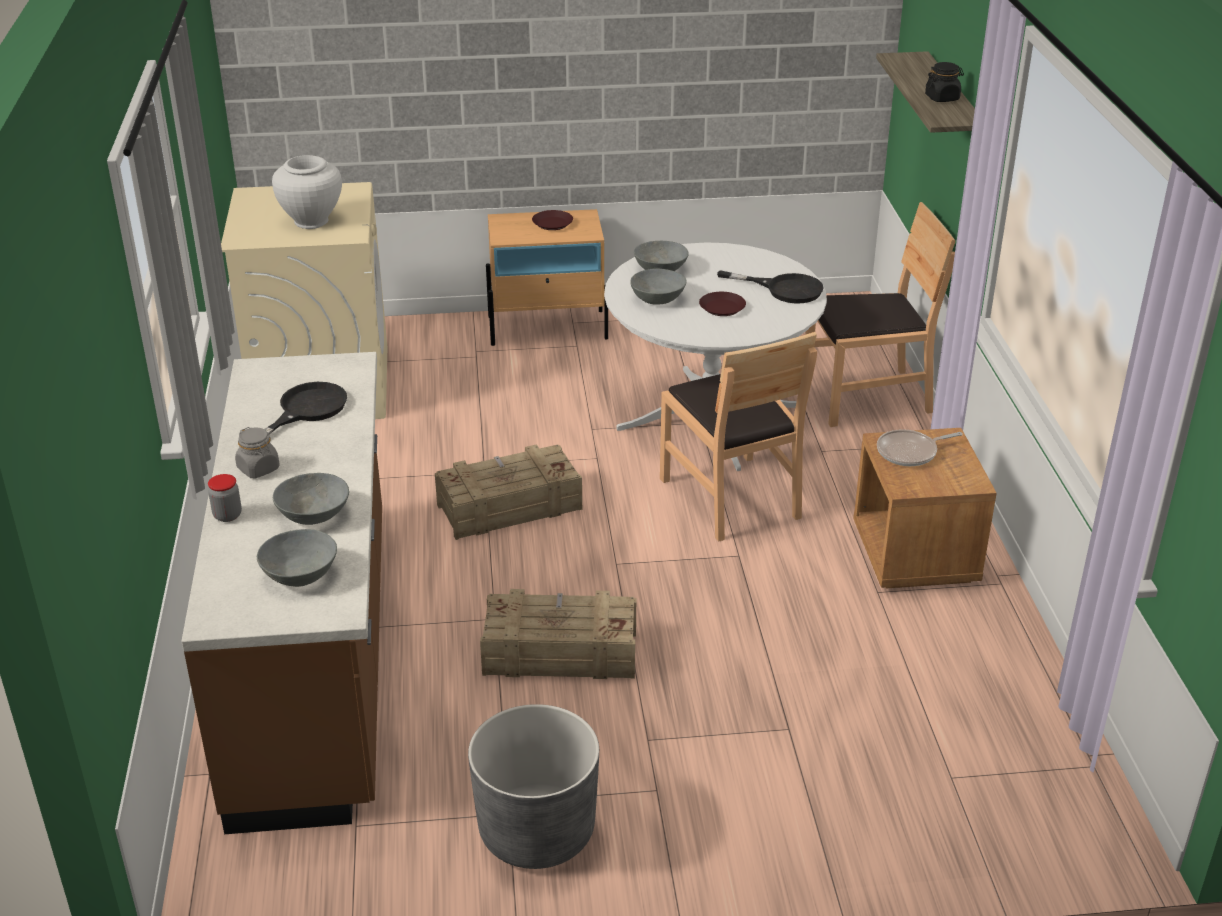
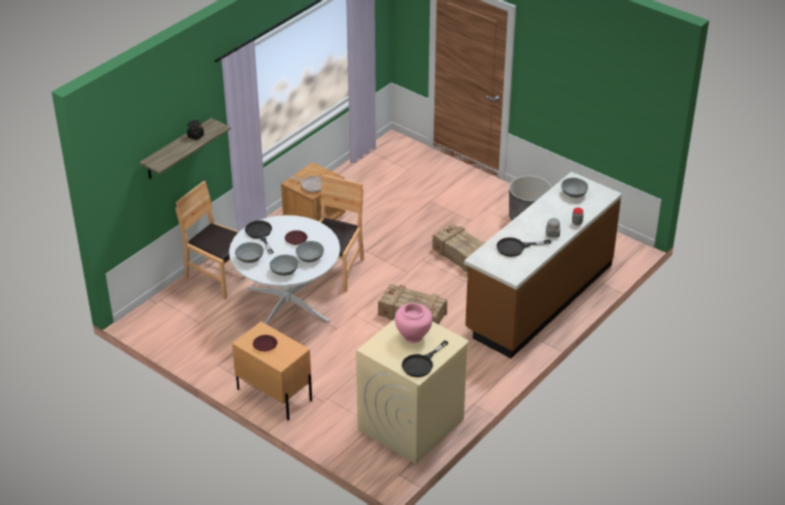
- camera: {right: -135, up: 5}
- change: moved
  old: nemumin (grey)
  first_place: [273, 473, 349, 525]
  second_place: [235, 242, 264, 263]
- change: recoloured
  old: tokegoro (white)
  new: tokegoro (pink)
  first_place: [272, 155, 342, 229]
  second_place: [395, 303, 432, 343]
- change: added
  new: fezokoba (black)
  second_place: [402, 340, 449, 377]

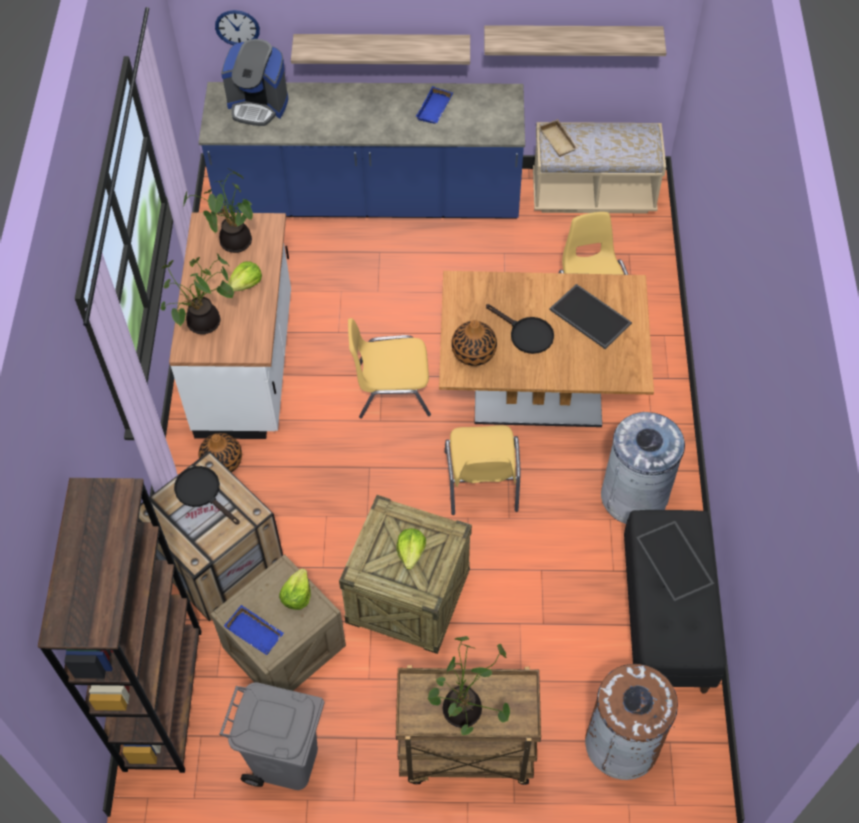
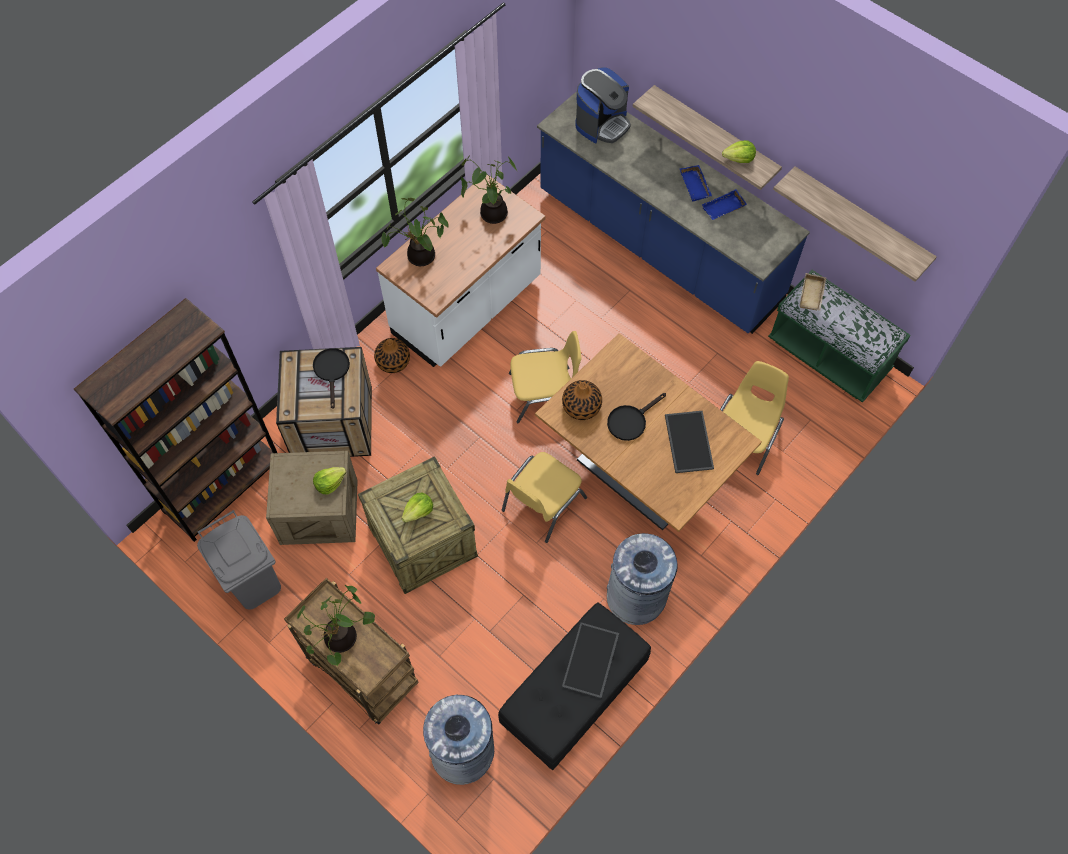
- camera: {right: 40, up: 5}
- change: recoloured
  old: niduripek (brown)
  new: niduripek (grey)
  first_place: [585, 664, 678, 780]
  second_place: [423, 695, 494, 785]
- change: turned
  old: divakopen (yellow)
  first_place: [348, 318, 431, 419]
  second_place: [509, 331, 582, 424]
  degrees: 135
- change: turned
  old: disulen
  first_place: [221, 39, 288, 126]
  second_place: [576, 67, 631, 143]
  degrees: -105
- change: turned
  old: fezokoba (black)
  first_place: [486, 304, 554, 354]
  second_place: [607, 393, 666, 441]
  degrees: 60
- change: moved
  old: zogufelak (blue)
  first_place: [224, 605, 284, 655]
  second_place: [680, 165, 712, 202]
- change: moved
  old: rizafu
  first_place: [228, 261, 262, 291]
  second_place: [722, 140, 756, 163]
- change: recoloured
  old: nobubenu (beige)
  new: nobubenu (green)
  first_place: [533, 122, 666, 213]
  second_place: [768, 270, 911, 403]
- change: removed
  old: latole
  first_place: [215, 10, 260, 45]

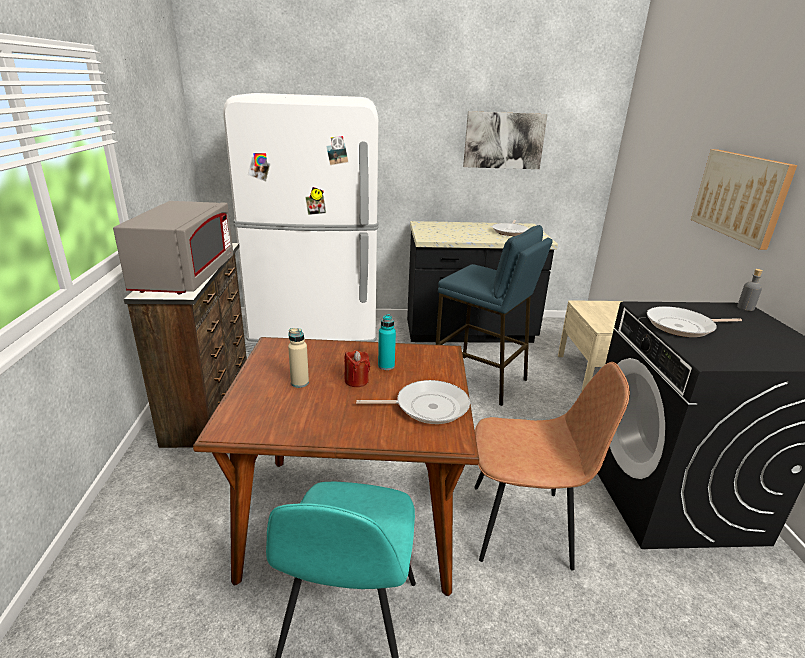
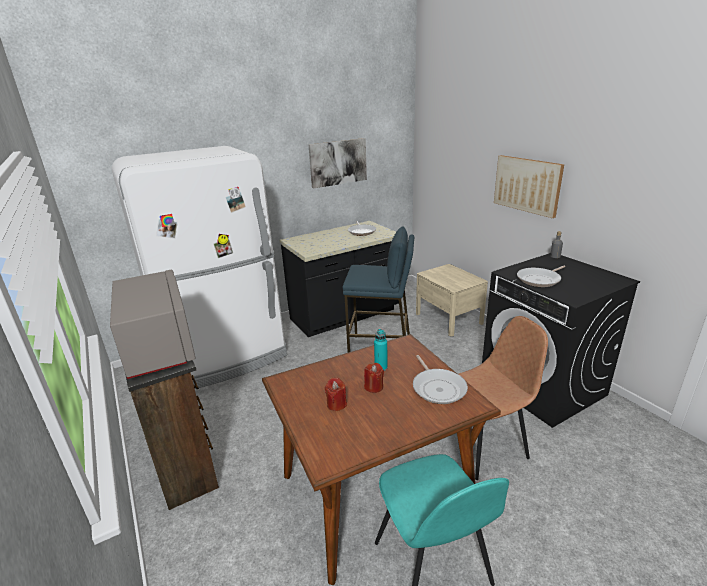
- camera: {right: -25, up: 0}
- change: replaced
  old: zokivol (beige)
  new: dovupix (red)
  first_place: [288, 328, 309, 388]
  second_place: [325, 378, 347, 411]
- change: turned
  old: fezokoba
  first_place: [356, 380, 470, 424]
  second_place: [413, 355, 468, 404]
  degrees: 105

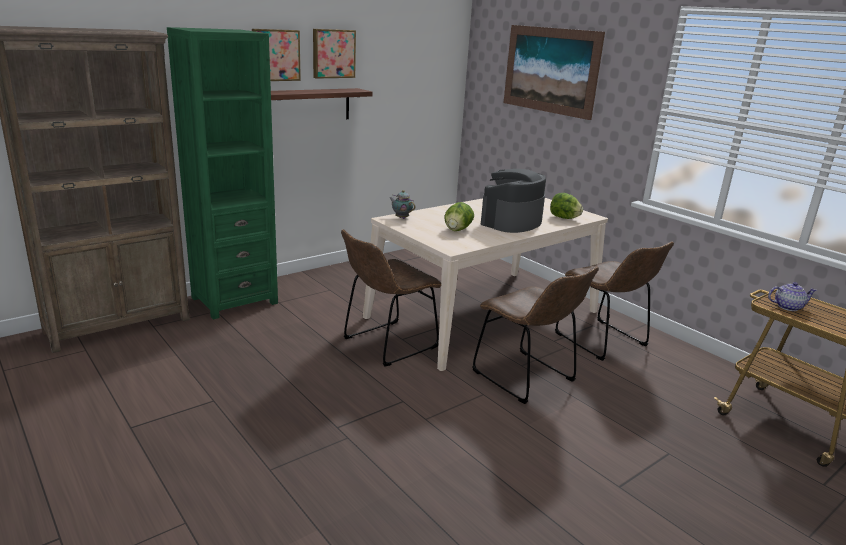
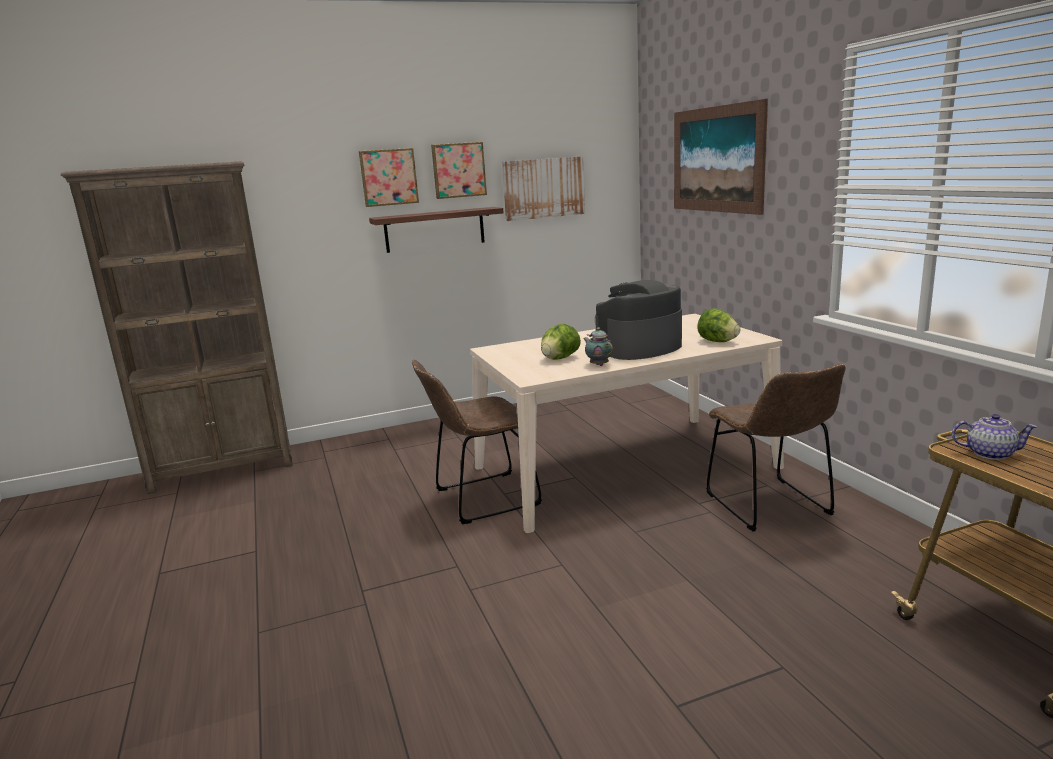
- camera: {right: 20, up: -5}
- change: added
  new: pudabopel
  second_place: [502, 156, 585, 221]
- change: moved
  old: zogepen
  first_place: [390, 190, 415, 219]
  second_place: [583, 327, 613, 366]
- change: removed
  old: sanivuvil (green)
  first_place: [167, 27, 278, 319]
- change: removed
  old: divakopen (brown)
  first_place: [472, 266, 599, 404]

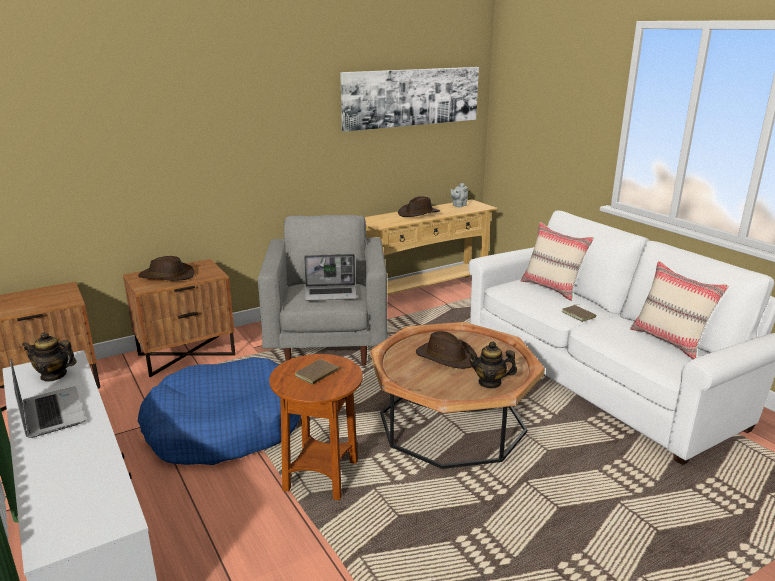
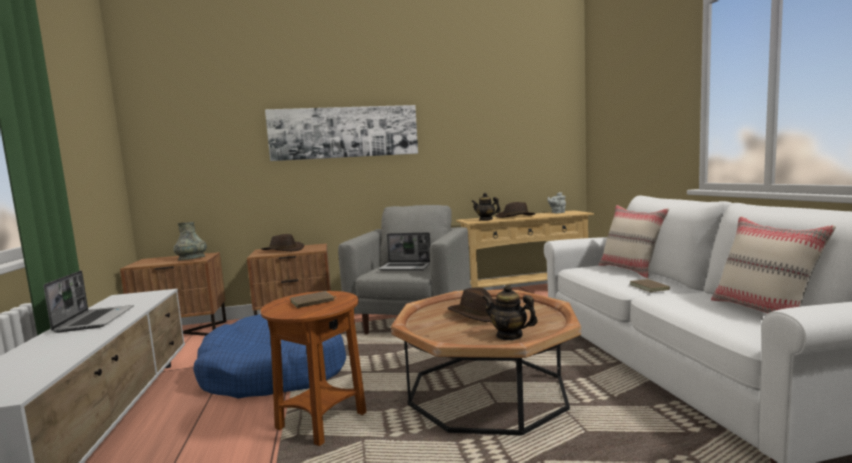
- camera: {right: 20, up: -15}
- change: added
  new: tokegoro (grey)
  second_place: [173, 222, 207, 261]
- change: moved
  old: pudabopel
  first_place: [340, 67, 479, 132]
  second_place: [265, 105, 418, 161]
- change: moved
  old: zogepen
  first_place: [22, 332, 77, 381]
  second_place: [471, 193, 501, 221]

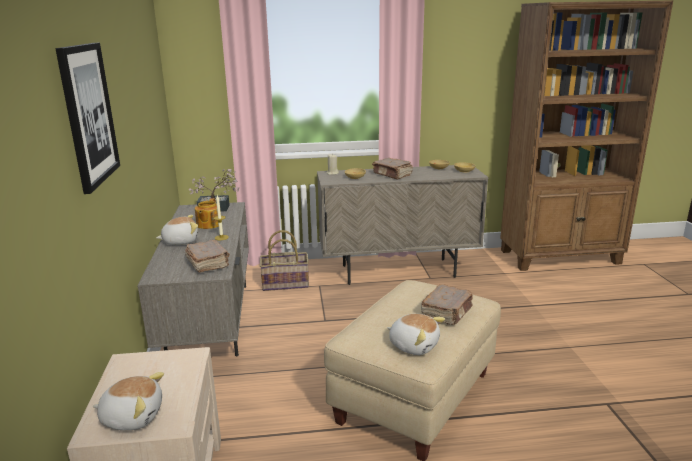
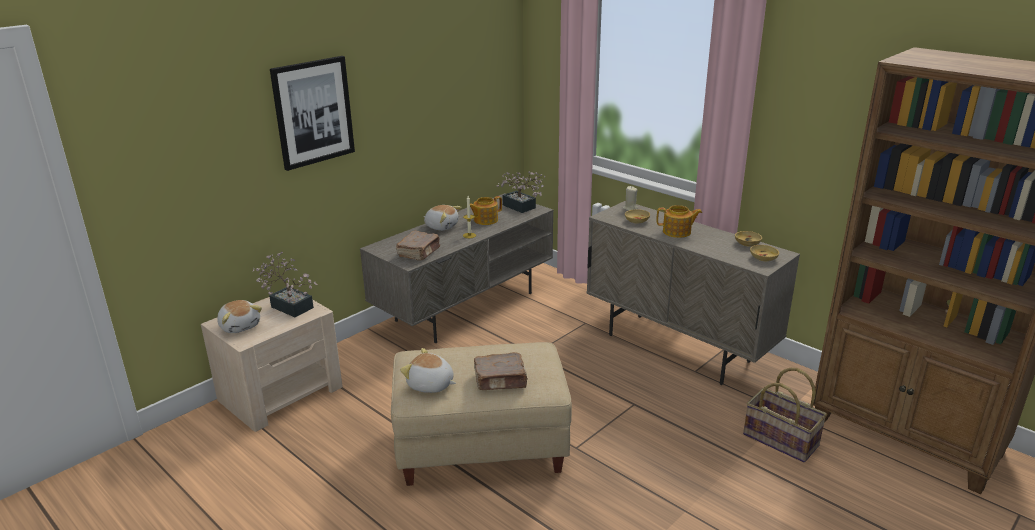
- camera: {right: 50, up: 5}
- change: added
  new: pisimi
  second_place: [253, 252, 318, 317]
- change: turned
  old: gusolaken
  first_place: [387, 314, 445, 355]
  second_place: [400, 348, 456, 393]
  degrees: 120
- change: replaced
  old: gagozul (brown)
  new: zogepen
  first_place: [372, 158, 413, 180]
  second_place: [657, 205, 702, 238]
- change: moved
  old: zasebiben
  first_place: [260, 230, 309, 291]
  second_place: [743, 368, 827, 462]

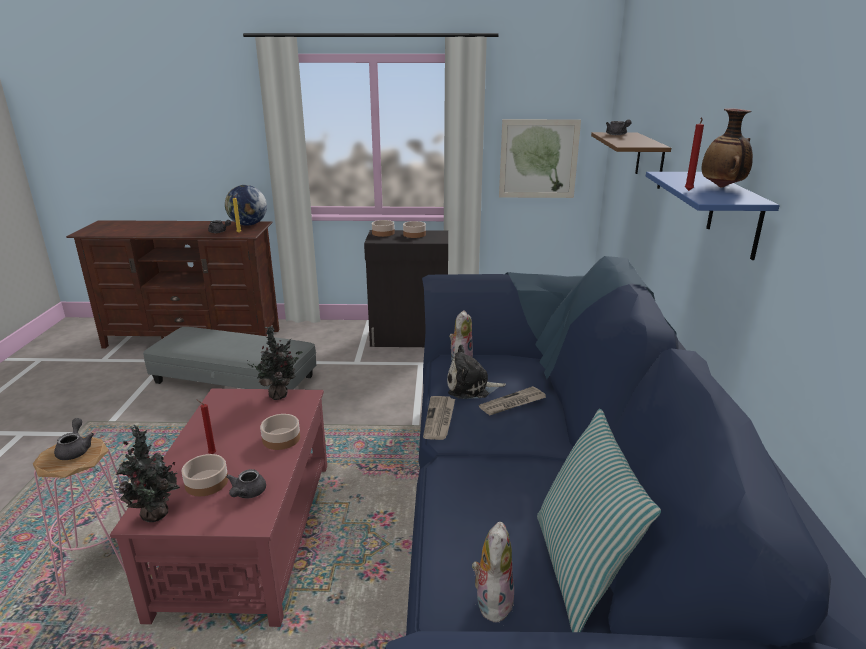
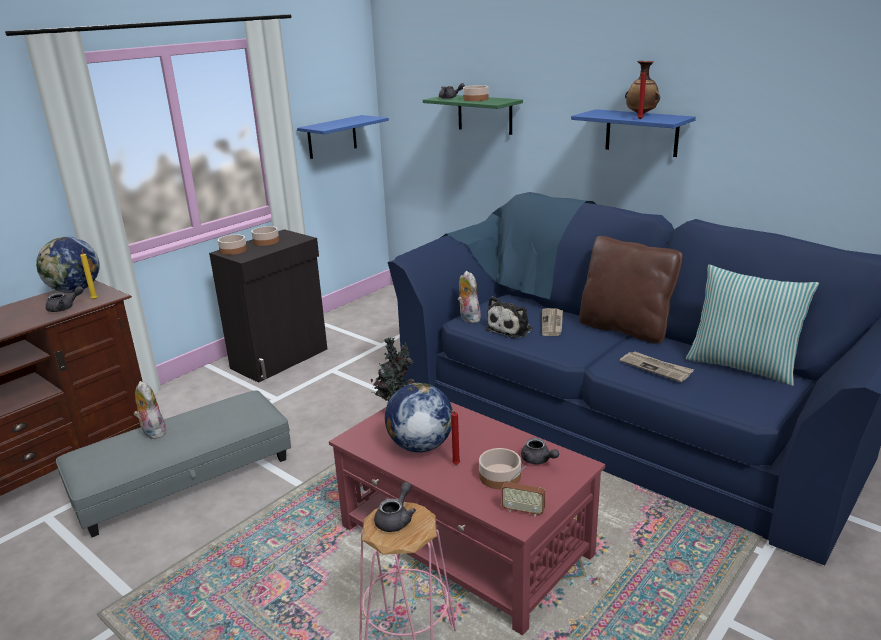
- camera: {right: -50, up: 0}
- change: moved
  old: gusolaken
  first_place: [472, 522, 514, 622]
  second_place: [134, 381, 166, 439]
- change: replaced
  old: pudabopel
  new: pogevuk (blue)
  first_place: [499, 119, 581, 198]
  second_place: [297, 115, 389, 159]
- change: turned
  old: zogepen (grey)
  first_place: [54, 418, 94, 460]
  second_place: [374, 482, 416, 532]
  degrees: 90
- change: added
  new: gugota
  second_place: [385, 383, 453, 452]
- change: recoloured
  old: pogevuk (brown)
  new: pogevuk (green)
  first_place: [591, 132, 671, 189]
  second_place: [423, 95, 523, 135]
- change: moved
  old: nemumin
  first_place: [260, 414, 300, 450]
  second_place: [463, 85, 488, 101]
- change: replaced
  old: pisimi
  new: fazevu
  first_place: [116, 424, 180, 522]
  second_place: [501, 465, 545, 516]
- change: added
  new: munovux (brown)
  second_place: [579, 236, 683, 344]
- change: moved
  old: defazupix
  first_place: [423, 396, 455, 440]
  second_place: [620, 352, 694, 382]

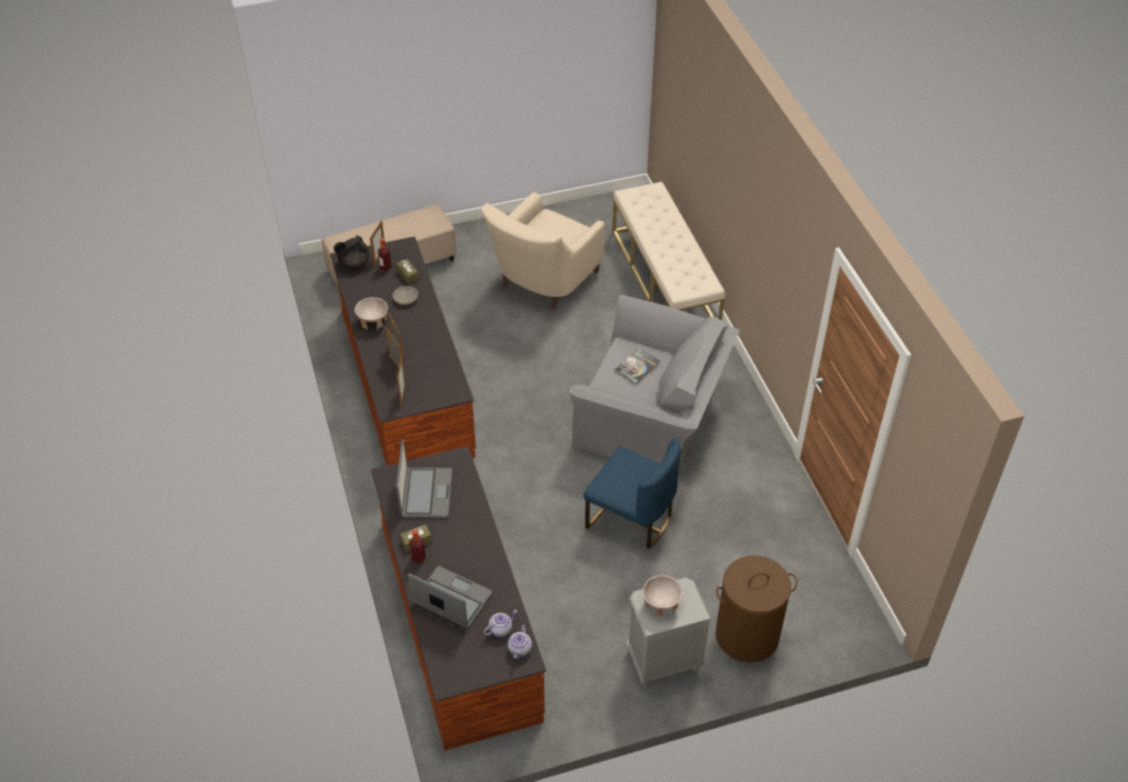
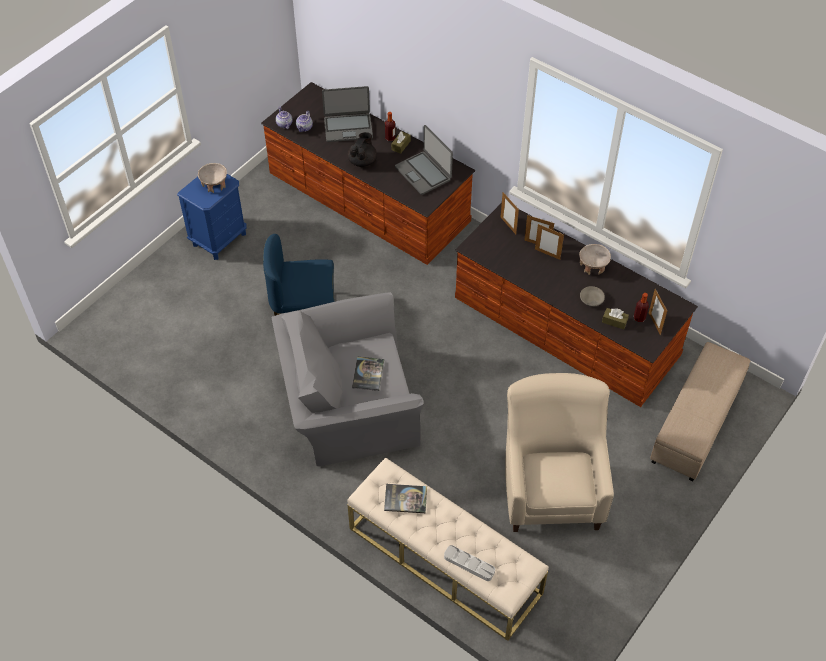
- camera: {right: 145, up: 5}
- change: recoloured
  old: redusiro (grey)
  new: redusiro (blue)
  first_place: [626, 577, 712, 687]
  second_place: [177, 174, 247, 260]
- change: moved
  old: zogepen (black)
  first_place: [333, 235, 369, 269]
  second_place: [348, 132, 377, 167]
- change: added
  new: gagozul
  second_place: [384, 484, 427, 513]
- change: added
  new: zogufelak (grey)
  second_place: [444, 545, 495, 581]
- change: removed
  old: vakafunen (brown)
  first_place: [715, 555, 797, 663]

